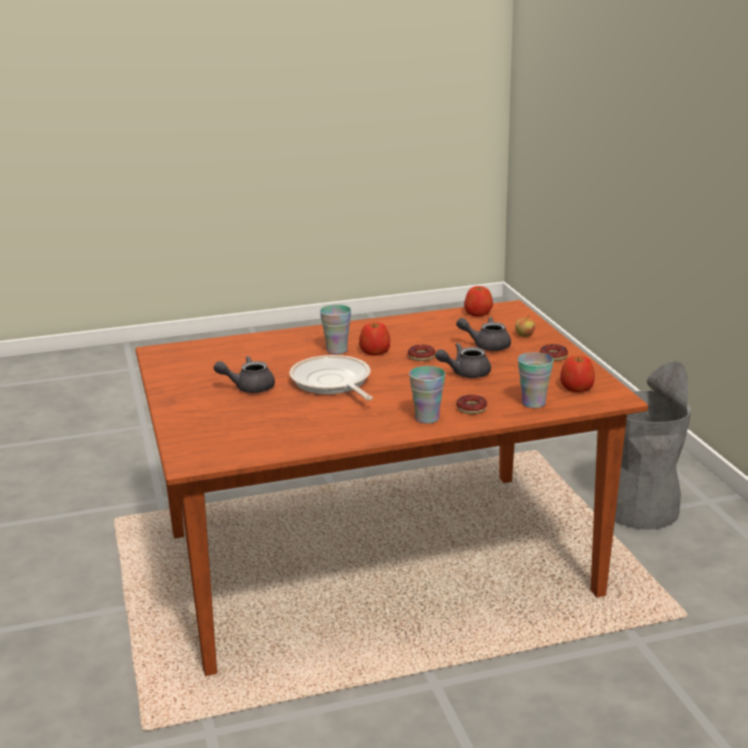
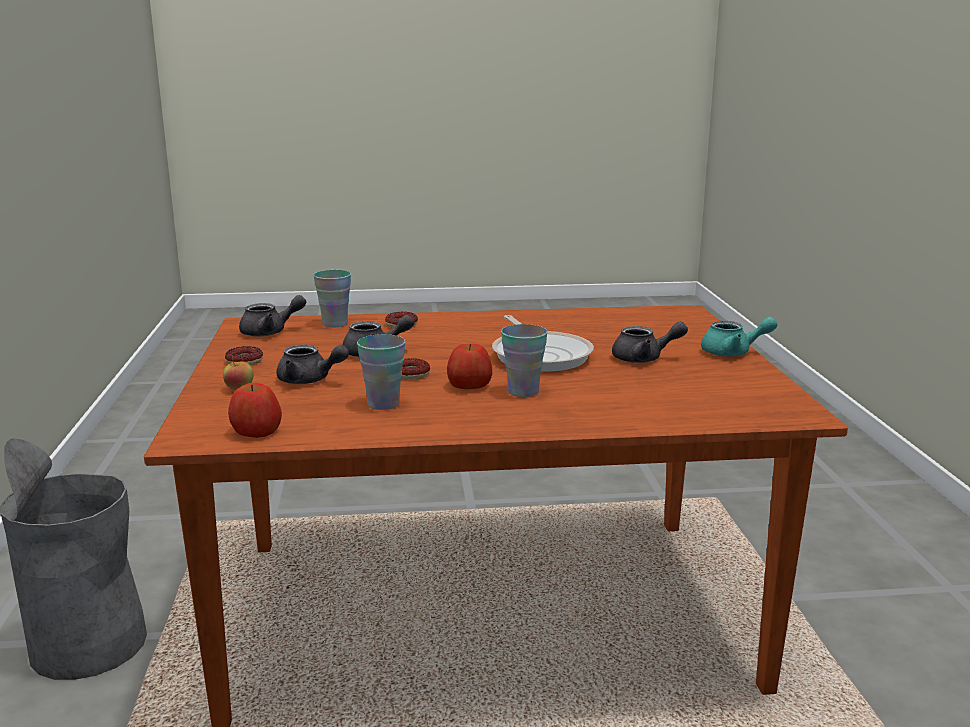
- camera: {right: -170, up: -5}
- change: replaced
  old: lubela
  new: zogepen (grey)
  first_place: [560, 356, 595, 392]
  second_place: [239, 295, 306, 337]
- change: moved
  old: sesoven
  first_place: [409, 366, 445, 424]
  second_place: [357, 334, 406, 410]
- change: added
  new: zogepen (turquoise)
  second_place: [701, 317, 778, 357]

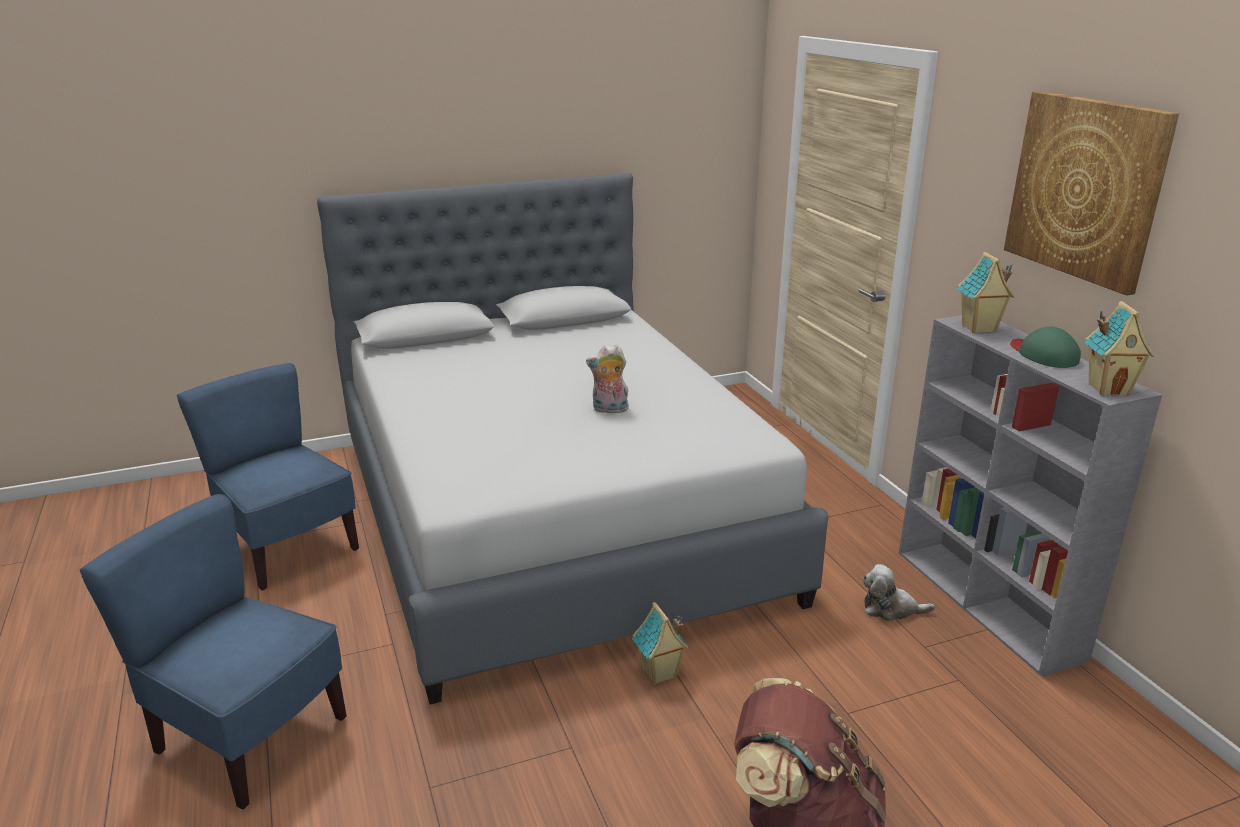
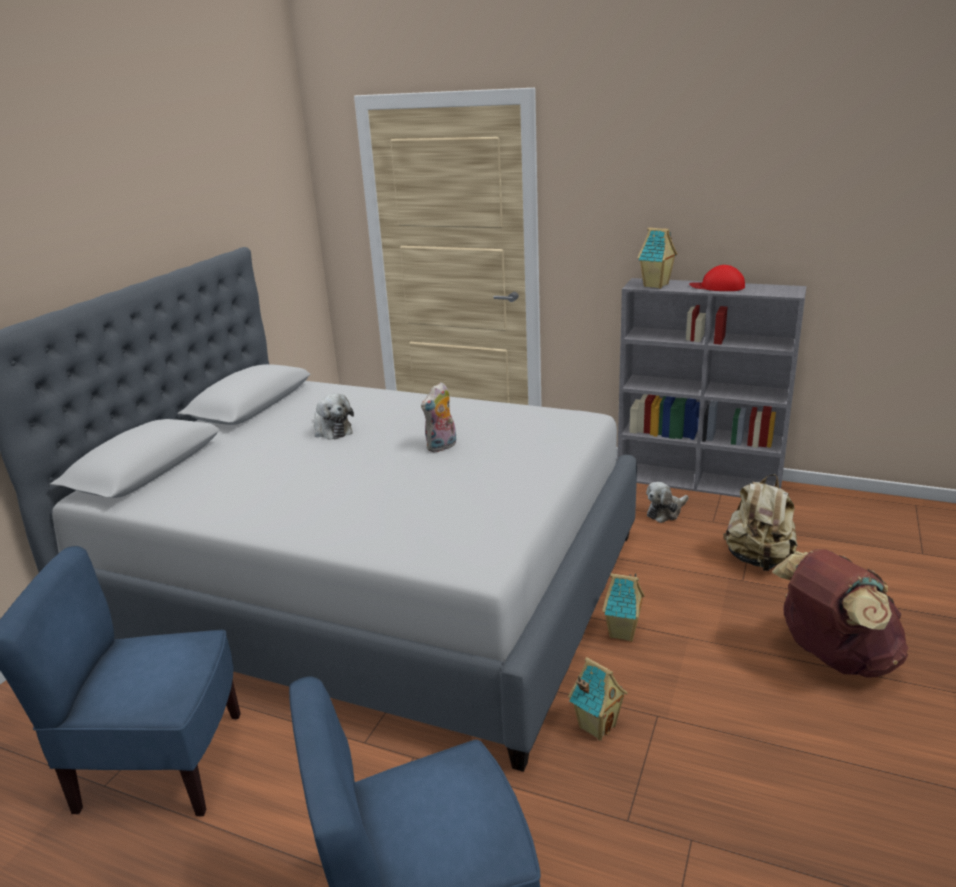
- camera: {right: -45, up: 0}
- change: added
  new: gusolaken
  second_place: [314, 393, 354, 440]
- change: moved
  old: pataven
  first_place: [1084, 301, 1154, 396]
  second_place: [568, 657, 628, 740]
- change: recoloured
  old: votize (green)
  new: votize (red)
  first_place: [1010, 326, 1081, 368]
  second_place: [689, 265, 745, 291]
- change: added
  new: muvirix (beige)
  second_place: [723, 474, 798, 571]
- change: removed
  old: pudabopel
  first_place: [1004, 91, 1179, 296]

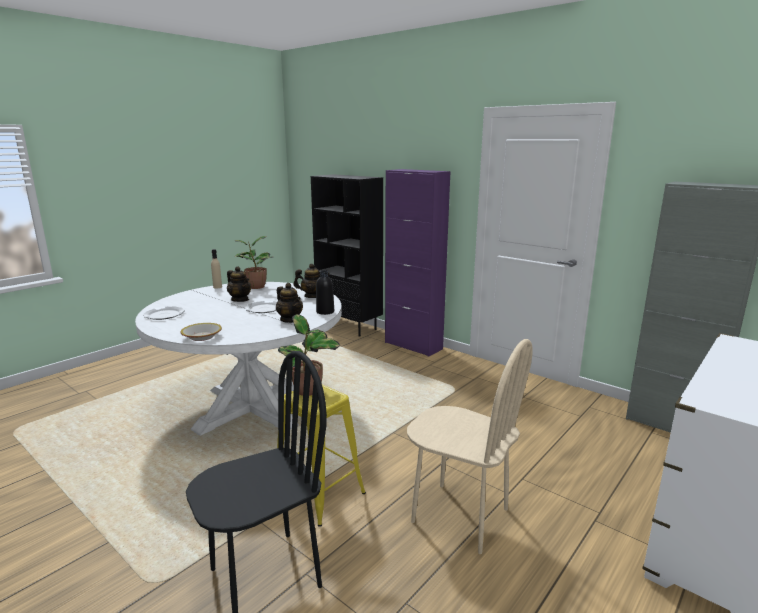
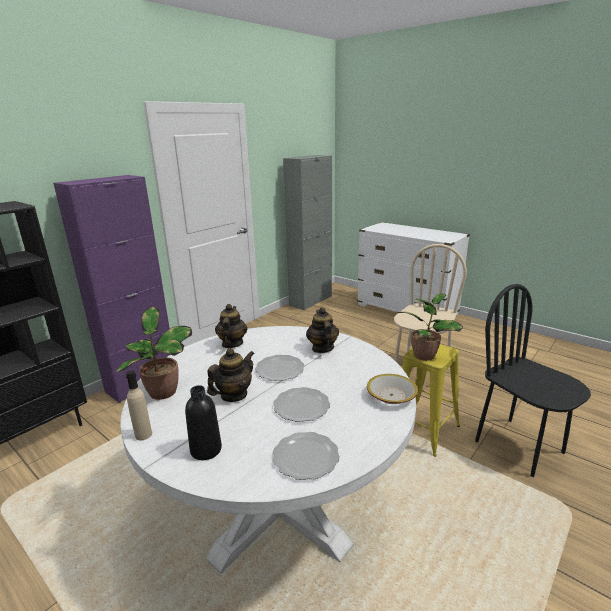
- camera: {right: -90, up: 5}
- change: moved
  old: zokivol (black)
  first_place: [316, 270, 334, 315]
  second_place: [185, 385, 222, 460]
- change: added
  new: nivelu
  second_place: [273, 387, 330, 422]
- change: turned
  old: zogepen
  first_place: [276, 283, 303, 323]
  second_place: [306, 307, 339, 353]
  degrees: -60

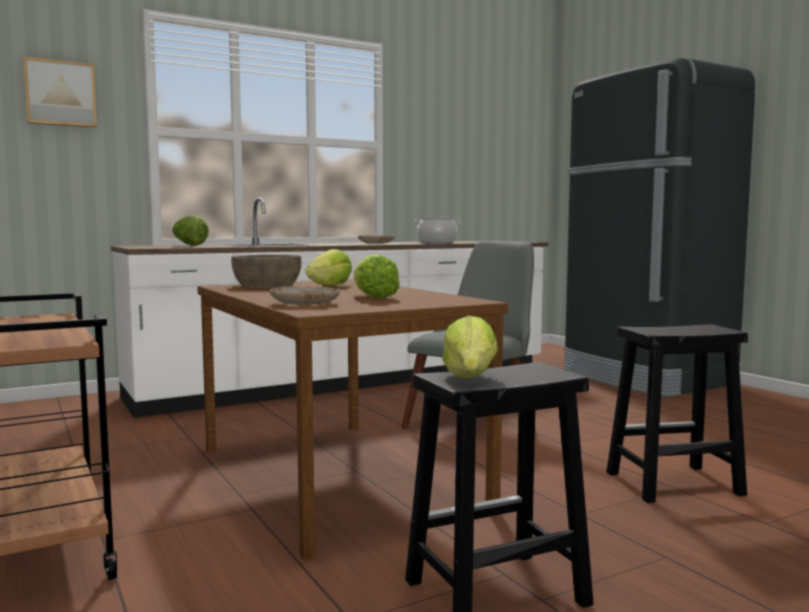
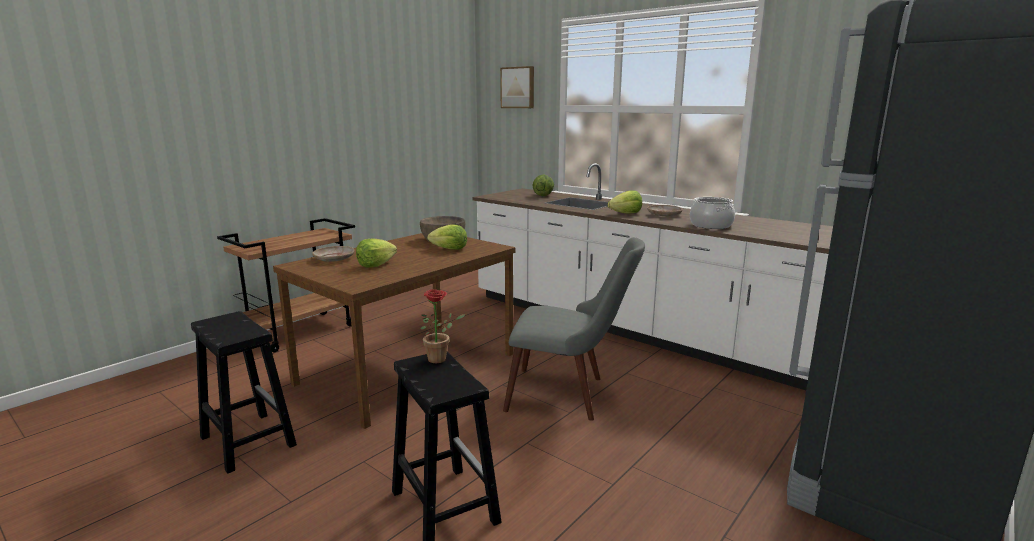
- camera: {right: 70, up: 10}
- change: added
  new: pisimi
  second_place: [421, 289, 466, 363]
- change: moved
  old: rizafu
  first_place: [442, 315, 498, 378]
  second_place: [608, 190, 642, 213]

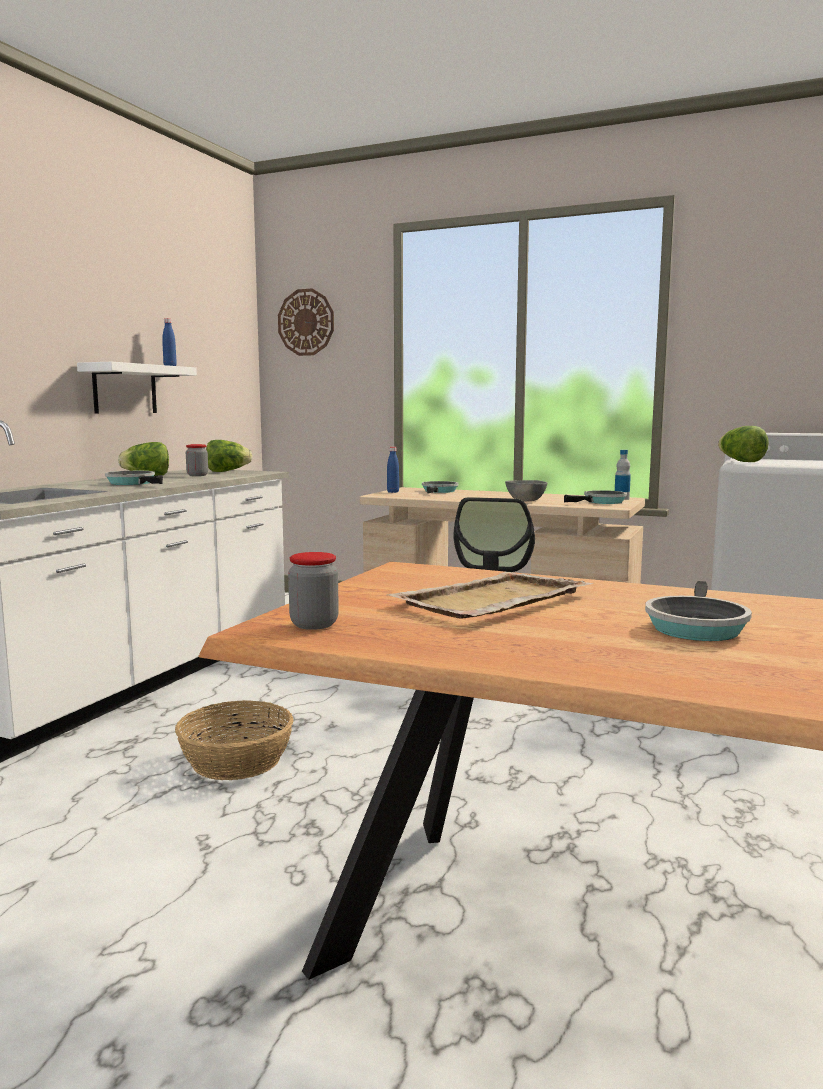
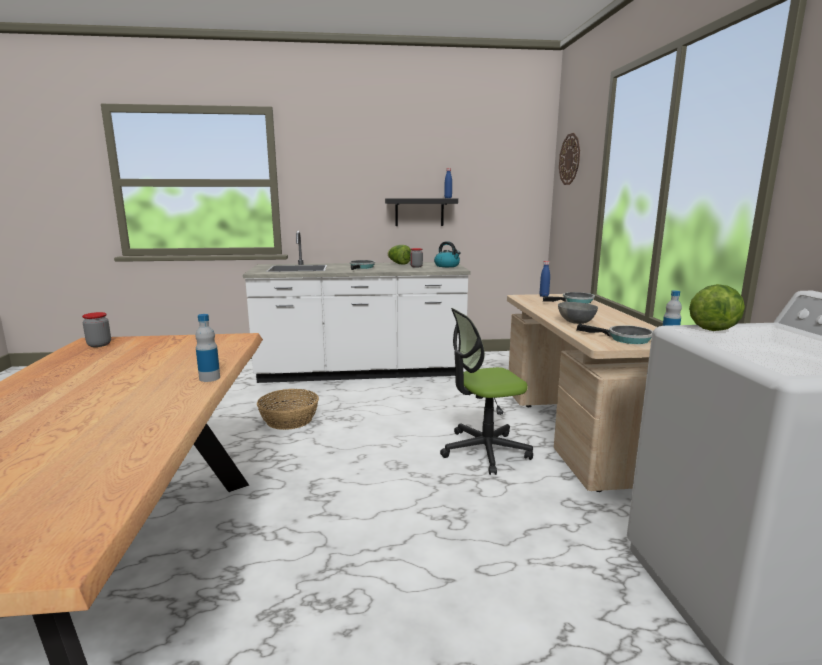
- camera: {right: 60, up: 5}
- change: added
  new: zokivol
  second_place: [195, 314, 220, 382]
- change: recoloured
  old: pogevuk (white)
  new: pogevuk (black)
  first_place: [77, 362, 197, 414]
  second_place: [385, 198, 458, 226]
- change: replaced
  old: rizafu
  new: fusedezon
  first_place: [206, 440, 252, 472]
  second_place: [434, 241, 461, 267]
- change: removed
  old: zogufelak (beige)
  first_place: [386, 572, 594, 619]
- change: removed
  old: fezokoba
  first_place: [645, 581, 752, 641]

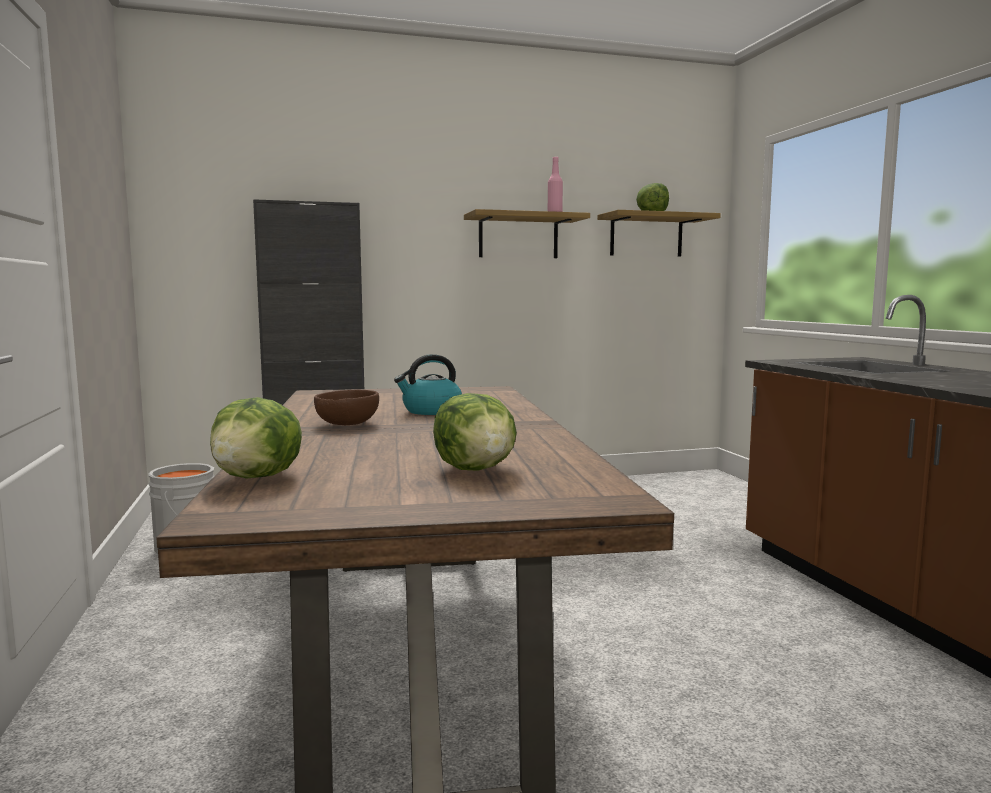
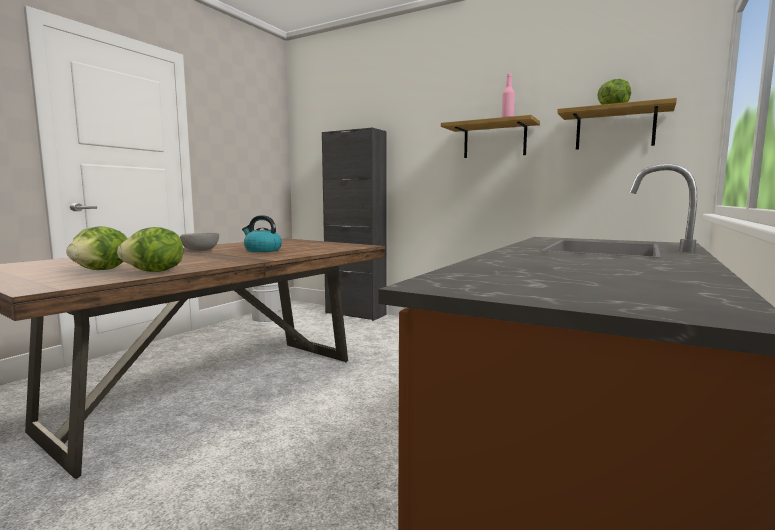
- camera: {right: 45, up: 0}
- change: moved
  old: rizafu
  first_place: [210, 397, 302, 479]
  second_place: [117, 227, 183, 272]
- change: recoloured
  old: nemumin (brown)
  new: nemumin (grey)
  first_place: [314, 390, 379, 425]
  second_place: [180, 233, 219, 251]

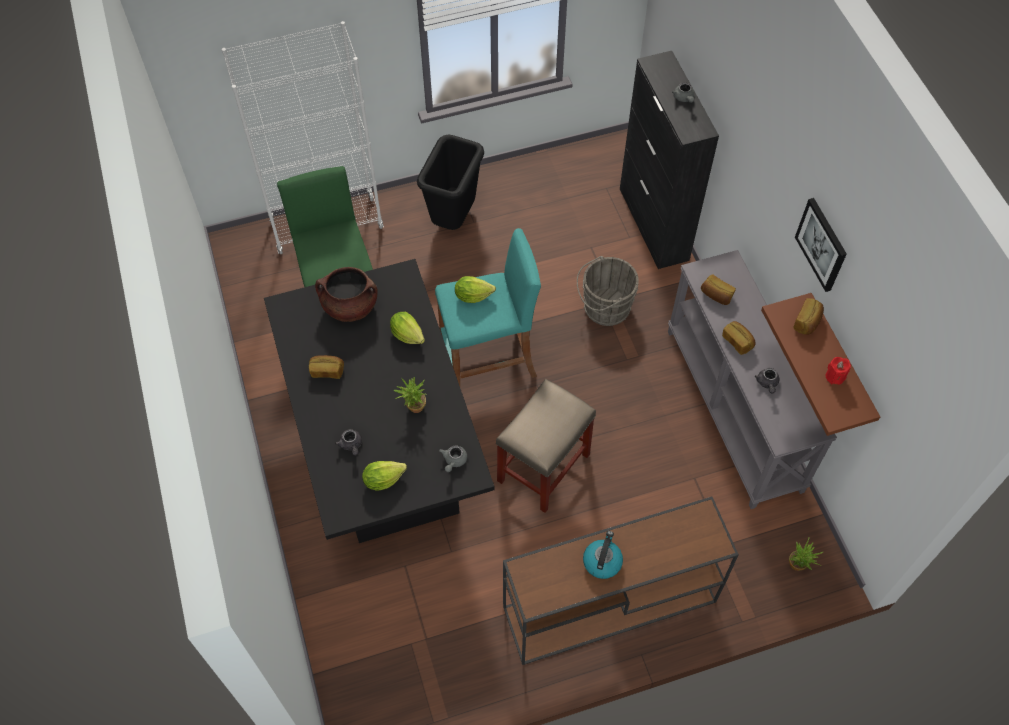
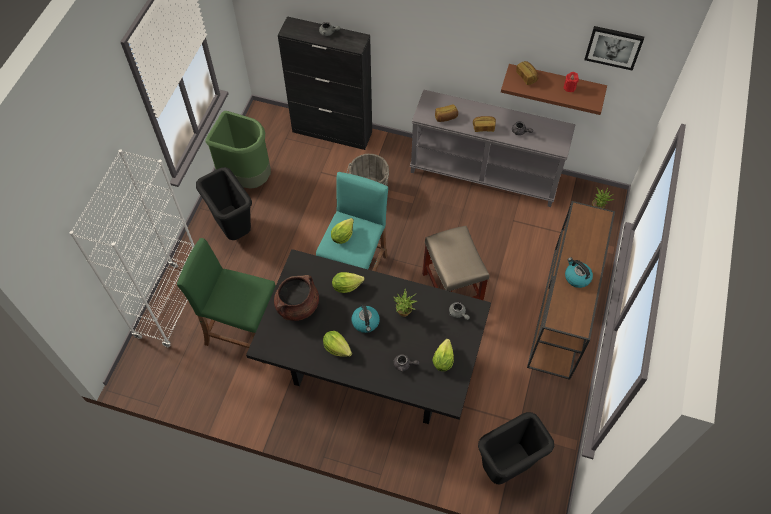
- camera: {right: -55, up: 0}
- change: added
  new: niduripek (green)
  second_place: [206, 111, 271, 189]
- change: replaced
  old: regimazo
  new: rizafu
  first_place: [309, 355, 344, 379]
  second_place: [323, 331, 352, 357]
- change: added
  new: fusedezon
  second_place: [351, 303, 380, 333]
- change: added
  new: niduripek (black)
  second_place: [478, 412, 554, 484]
- change: moved
  old: pudabopel
  first_place: [795, 198, 847, 292]
  second_place: [584, 26, 644, 71]

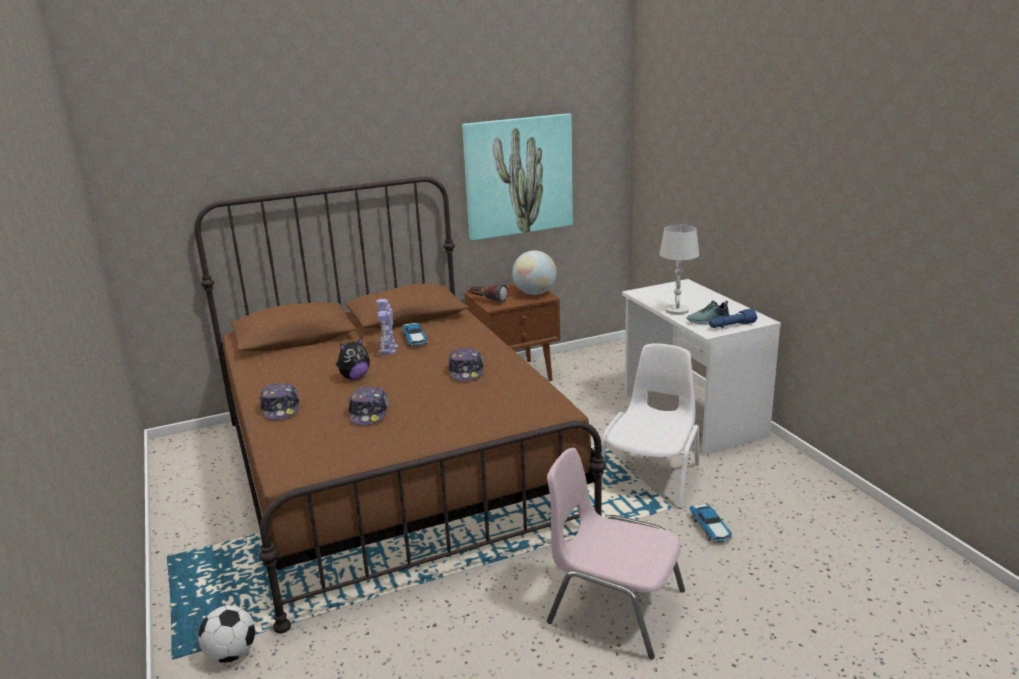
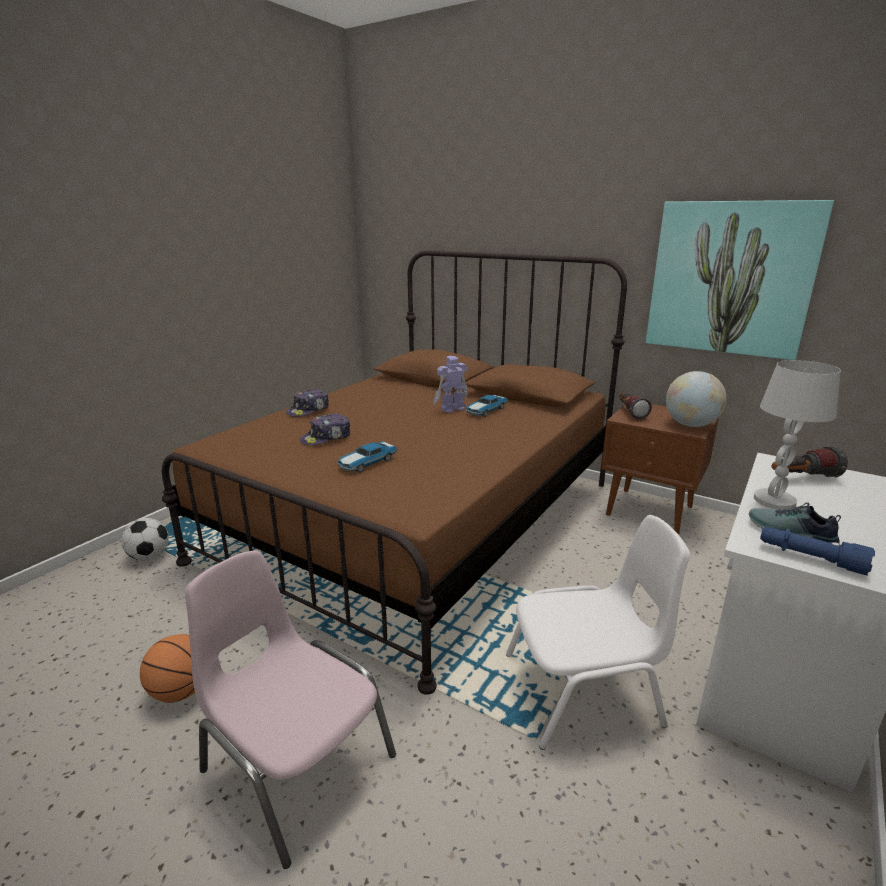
- camera: {right: 55, up: 0}
- change: added
  new: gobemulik
  second_place: [140, 634, 195, 703]
- change: turned
  old: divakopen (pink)
  first_place: [547, 448, 685, 660]
  second_place: [185, 550, 396, 869]
  degrees: -45
- change: moved
  old: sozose
  first_place: [689, 503, 732, 542]
  second_place: [337, 441, 397, 473]
- change: added
  new: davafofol
  second_place: [772, 446, 848, 477]
- change: removed
  old: gusolaken
  first_place: [336, 337, 370, 380]
- change: removed
  old: votize
  first_place: [448, 348, 484, 381]

